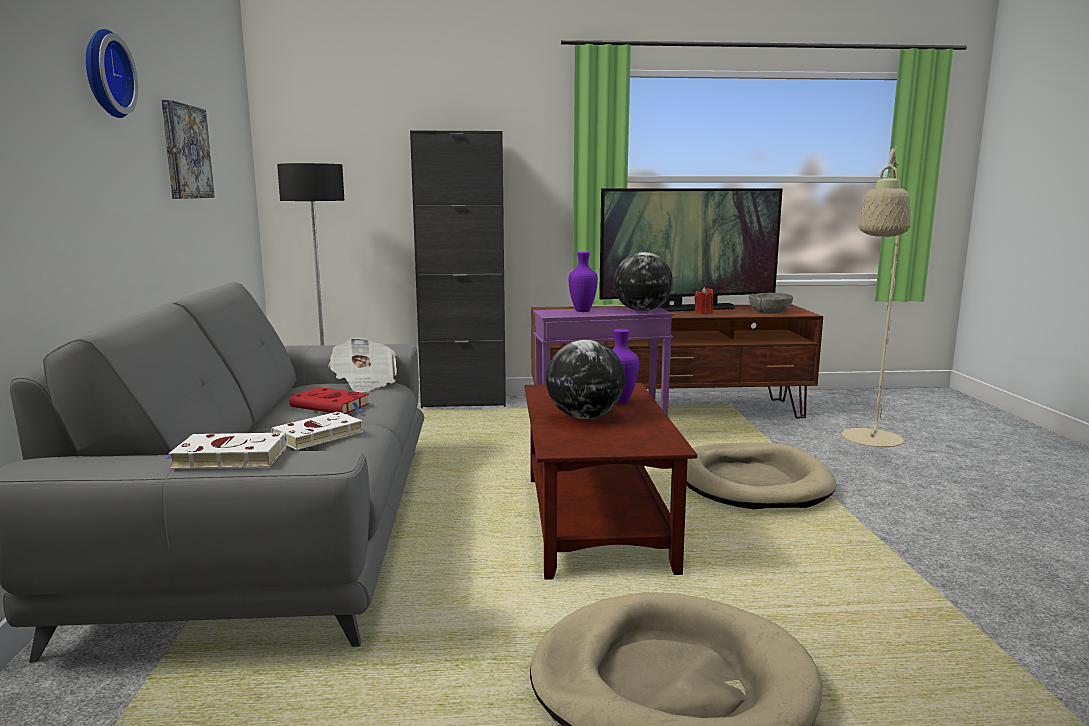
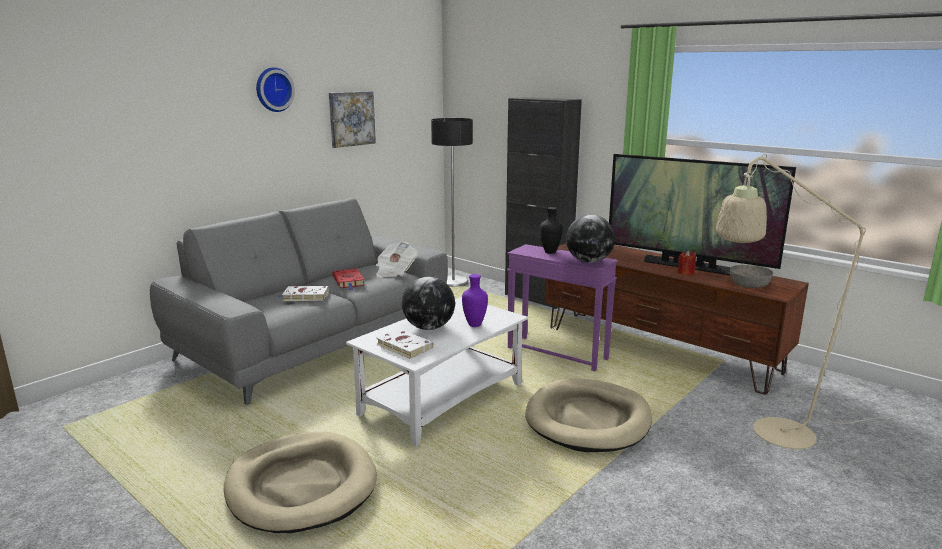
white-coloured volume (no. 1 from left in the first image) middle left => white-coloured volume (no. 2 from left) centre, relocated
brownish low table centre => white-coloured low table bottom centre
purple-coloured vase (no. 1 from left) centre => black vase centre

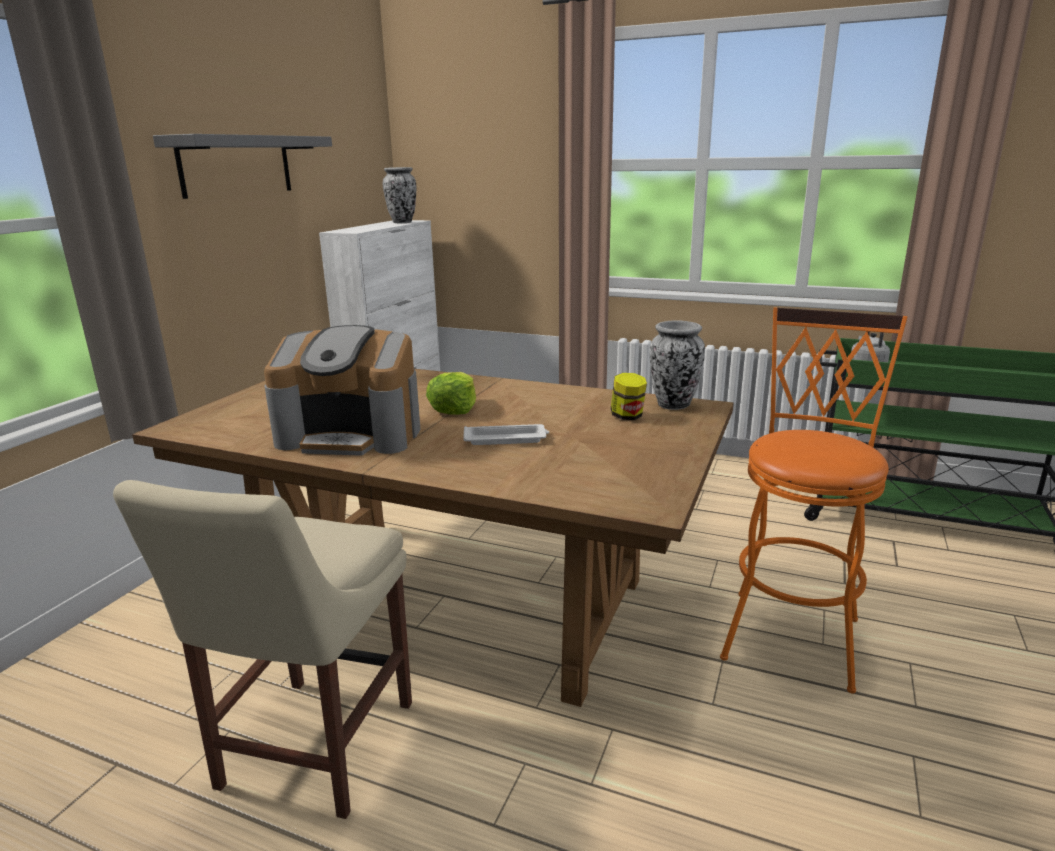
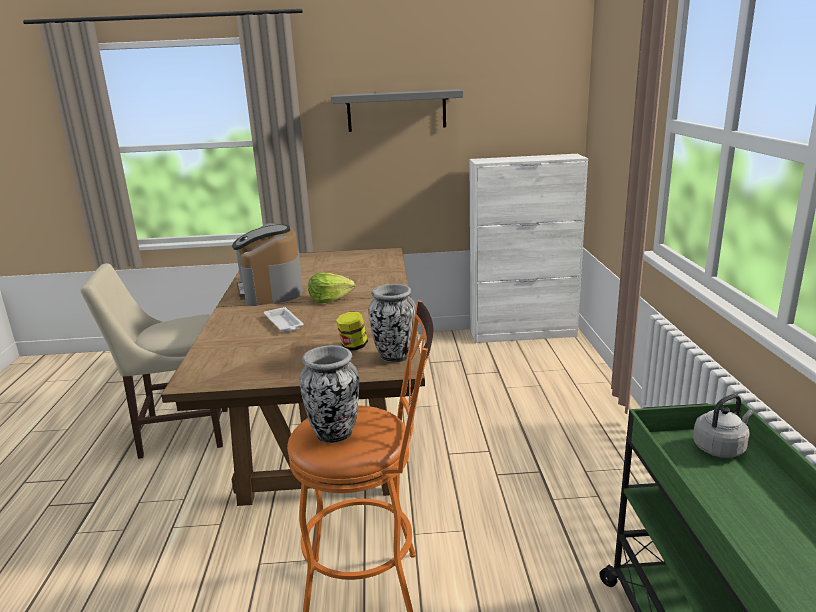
vase (no. 1 from left) top centre => vase (no. 1 from left) centre, relocated

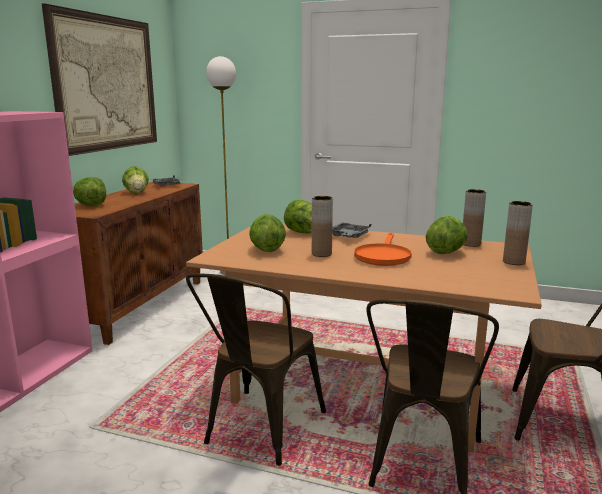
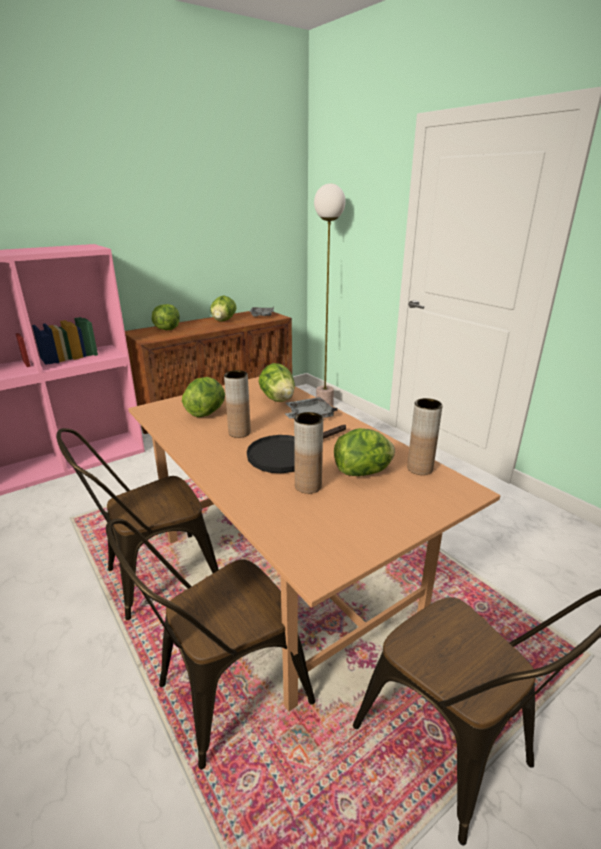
picture top left => nothing
orange skillet centre => black skillet centre
brownish vase (no. 3 from left in the first image) middle right => brownish vase (no. 2 from left) centre, relocated

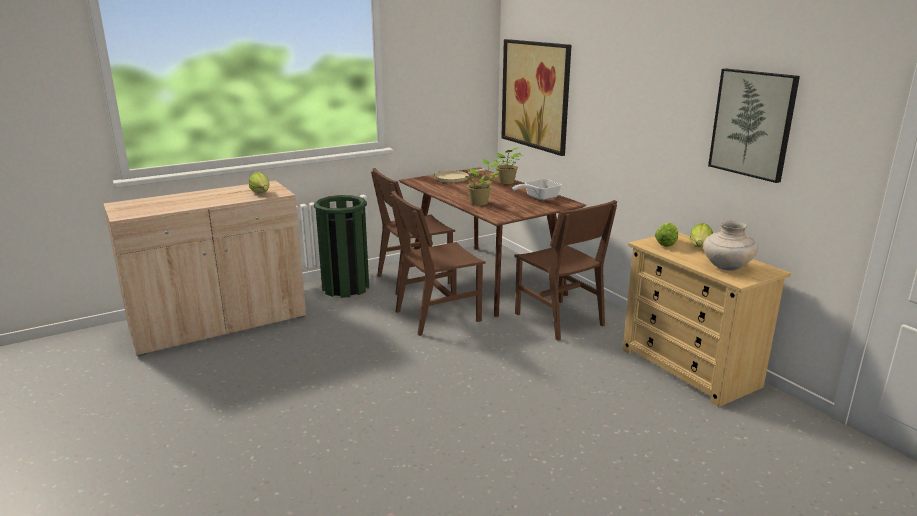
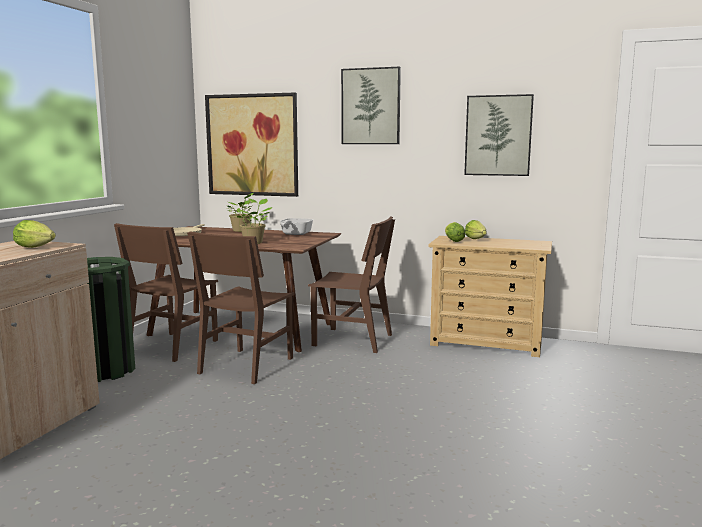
beige-coloured vase middle right => nothing
nothing => picture (no. 2 from left) top centre

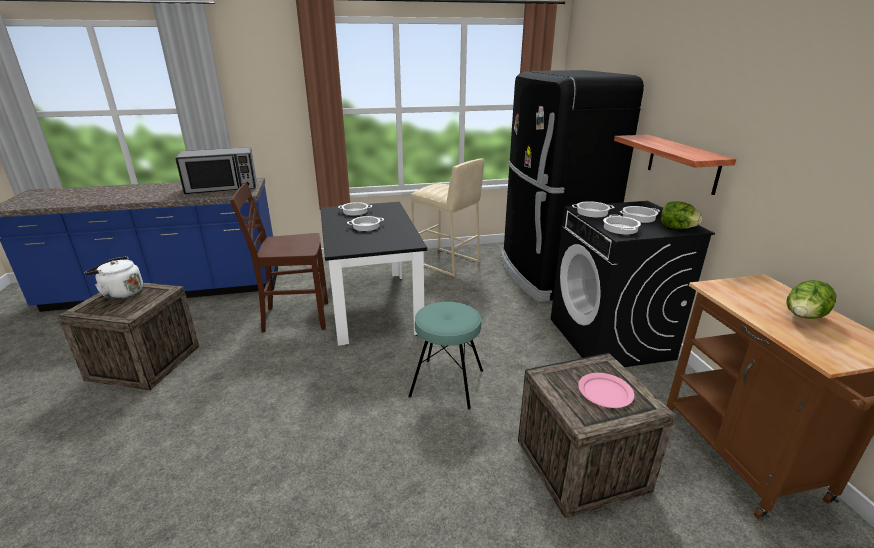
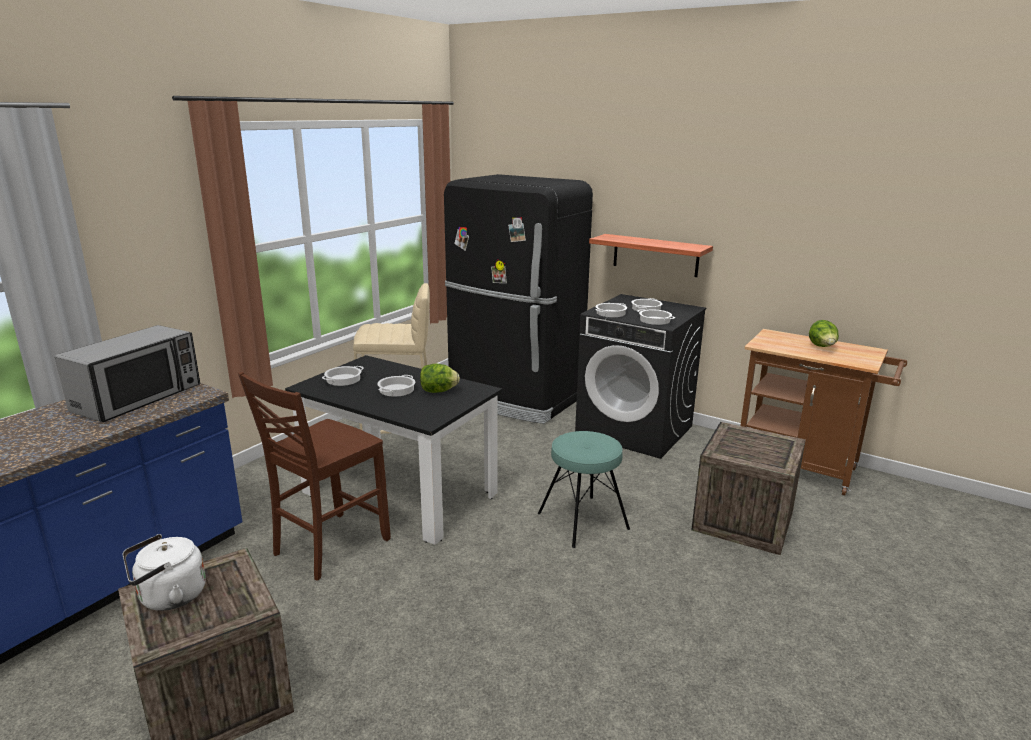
pink-coloured plate bottom right => nothing
lettuce head (no. 1 from left) middle right => lettuce head (no. 1 from left) centre, relocated

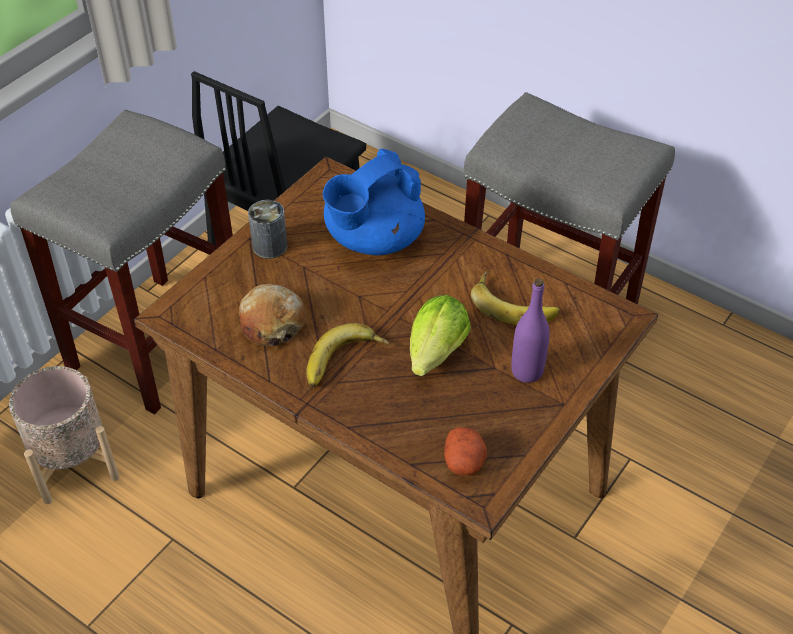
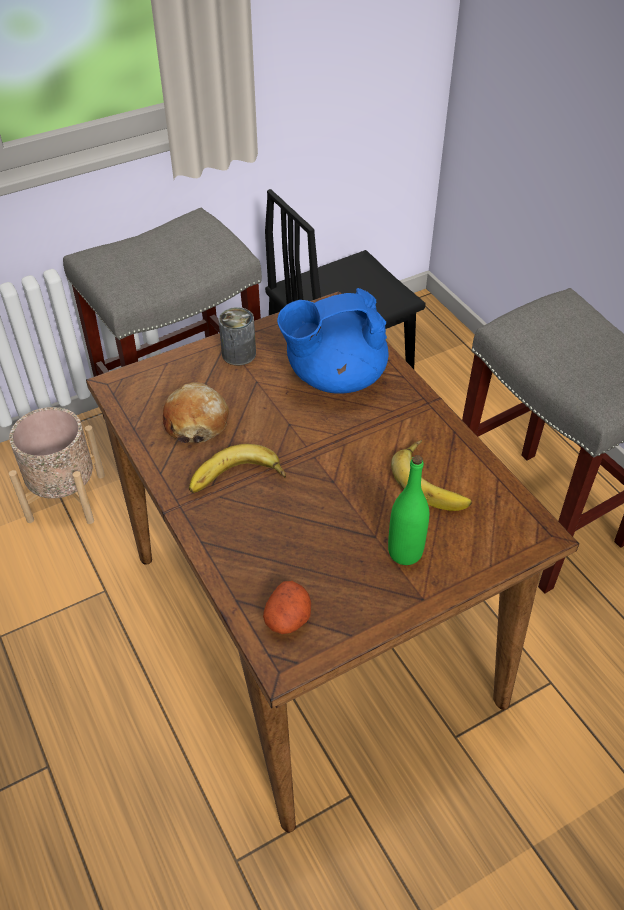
lettuce head centre => nothing
purple-coloured drink bottle middle right => green drink bottle centre

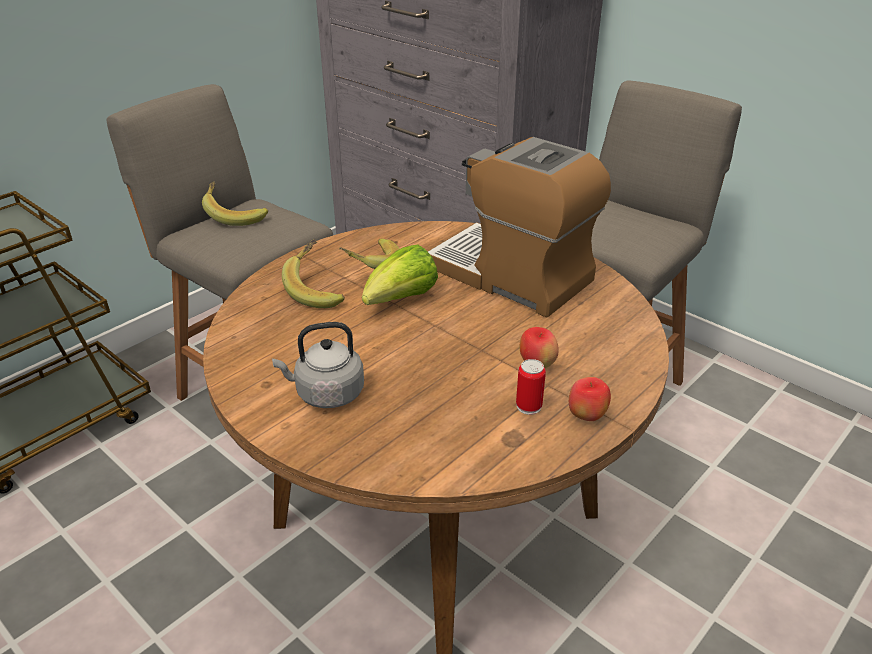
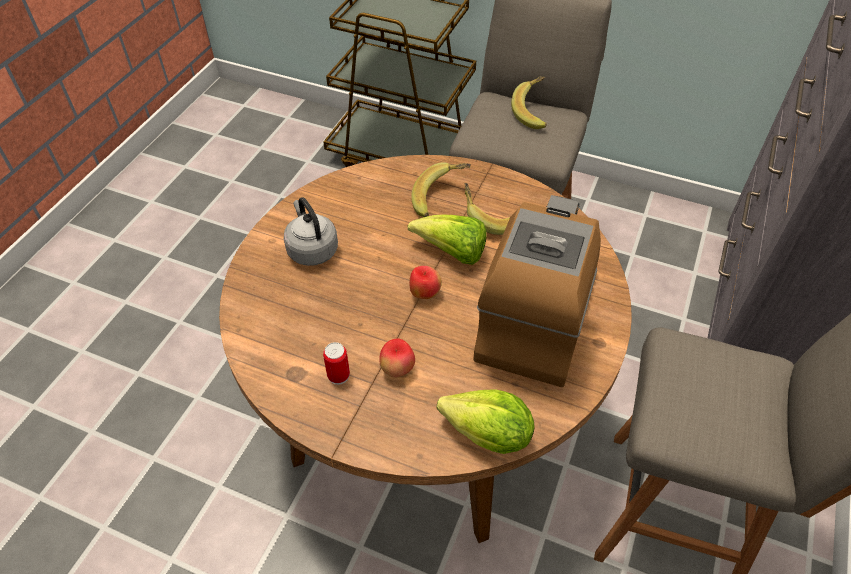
whole apple (no. 2 from left) middle right => whole apple (no. 2 from left) centre, relocated
nothing => lettuce head (no. 2 from left) bottom centre

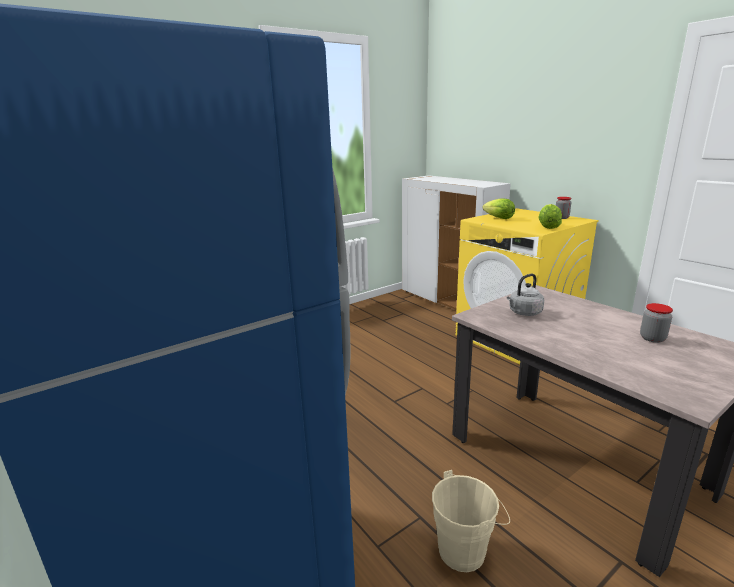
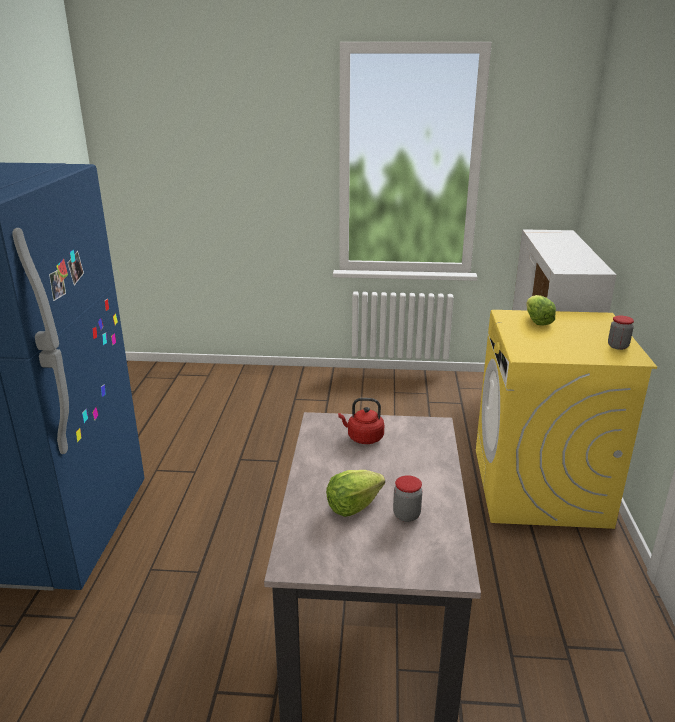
beige-coloured pail bottom centre => nothing
greyish kettle middle right => reddish kettle centre
lettuce head (no. 2 from left in the first image) middle right => lettuce head (no. 1 from left) bottom centre, relocated

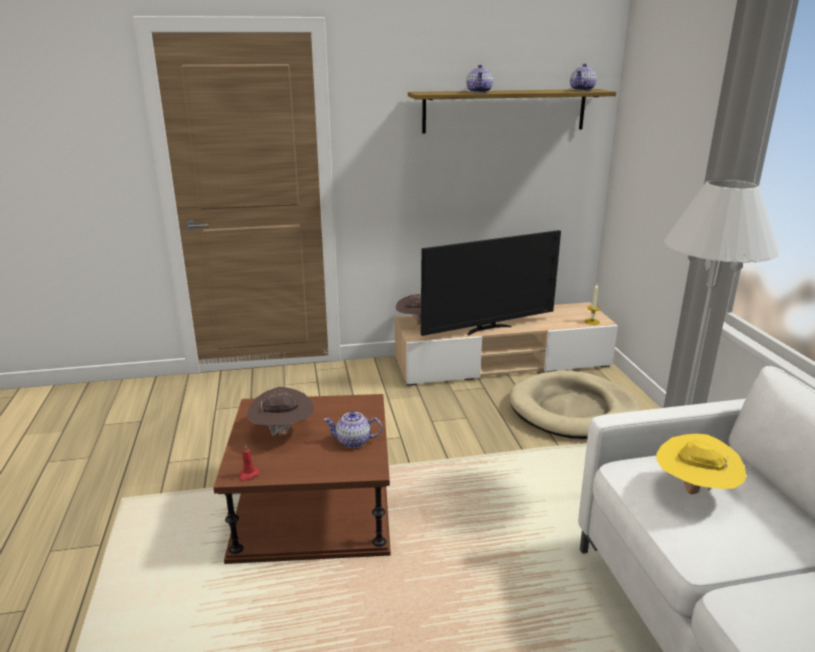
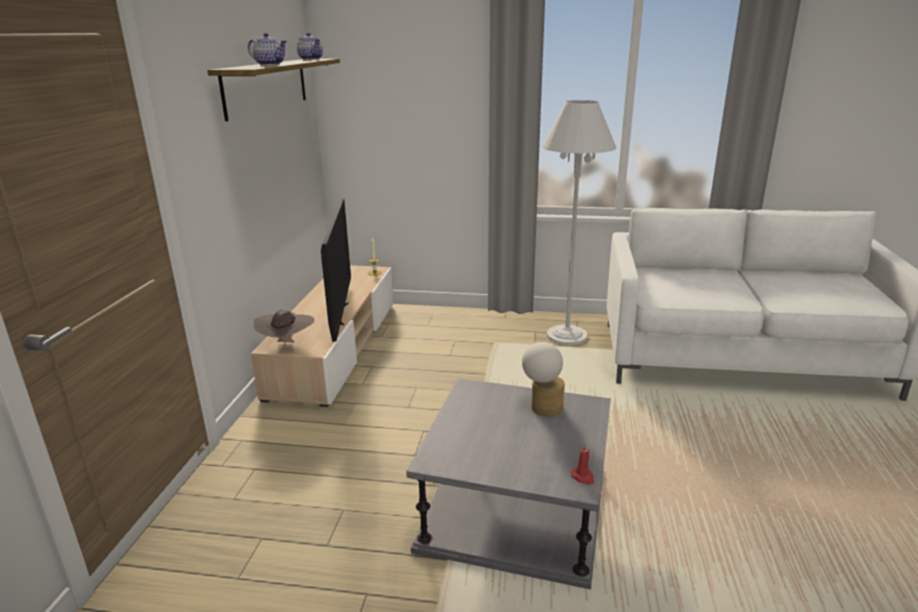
brownish side table bottom centre => greyish side table bottom centre
brownish wearable hat (no. 1 from left) centre => nothing
pot for tea (no. 1 from left) centre => table lamp centre
beige-coloured dog bed middle right => nothing
yellow wearable hat bottom right => nothing

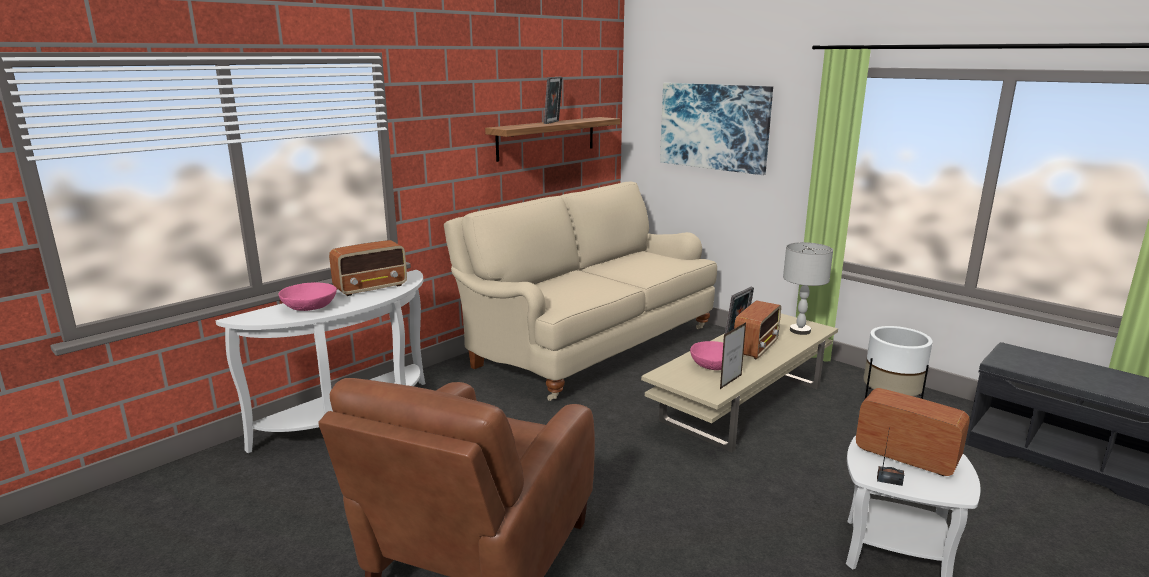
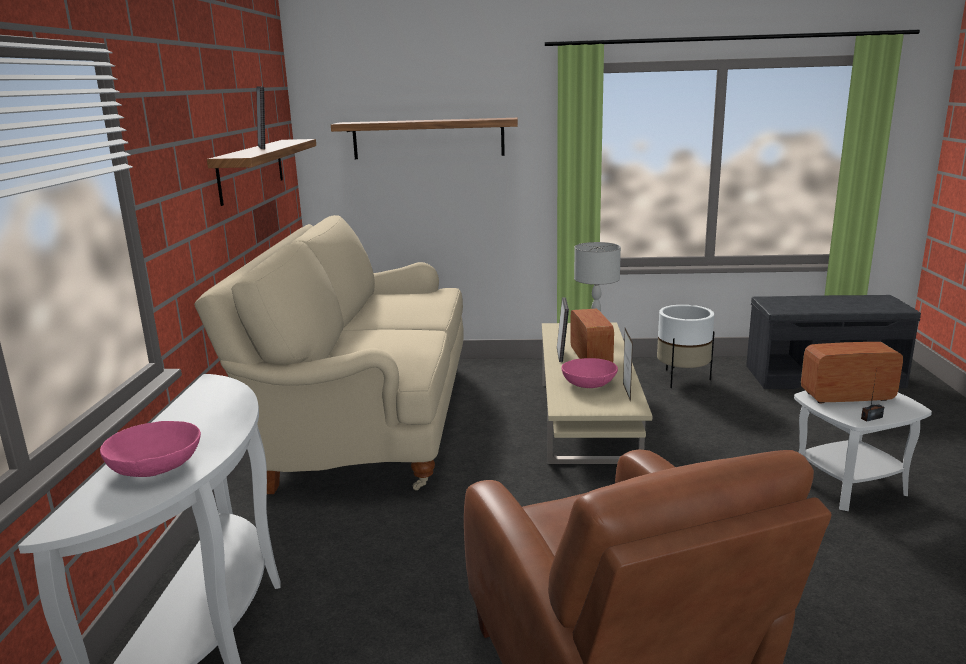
radio set (no. 1 from left) middle left => nothing
picture top centre => bracket shelf (no. 2 from left) top centre

